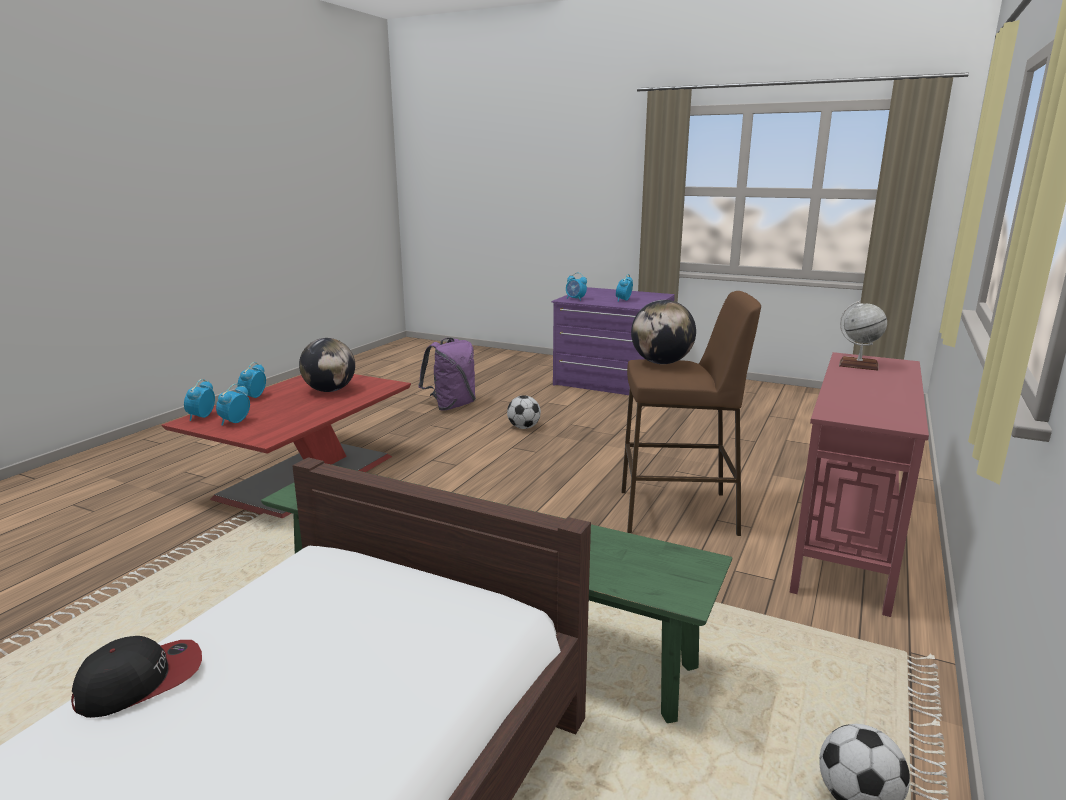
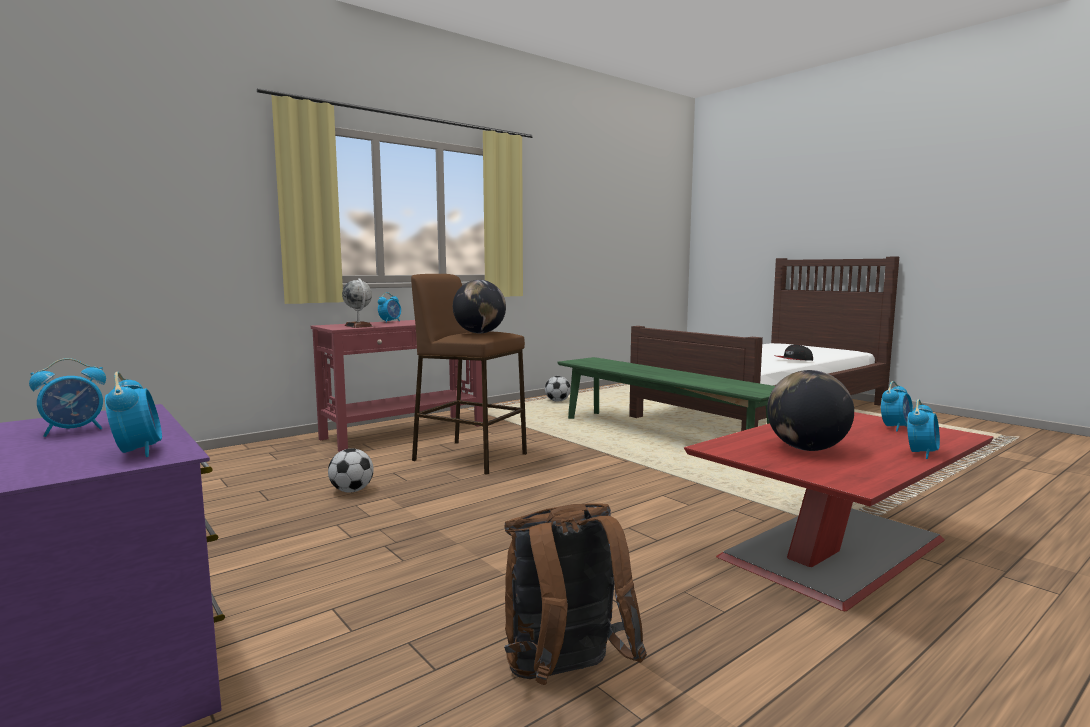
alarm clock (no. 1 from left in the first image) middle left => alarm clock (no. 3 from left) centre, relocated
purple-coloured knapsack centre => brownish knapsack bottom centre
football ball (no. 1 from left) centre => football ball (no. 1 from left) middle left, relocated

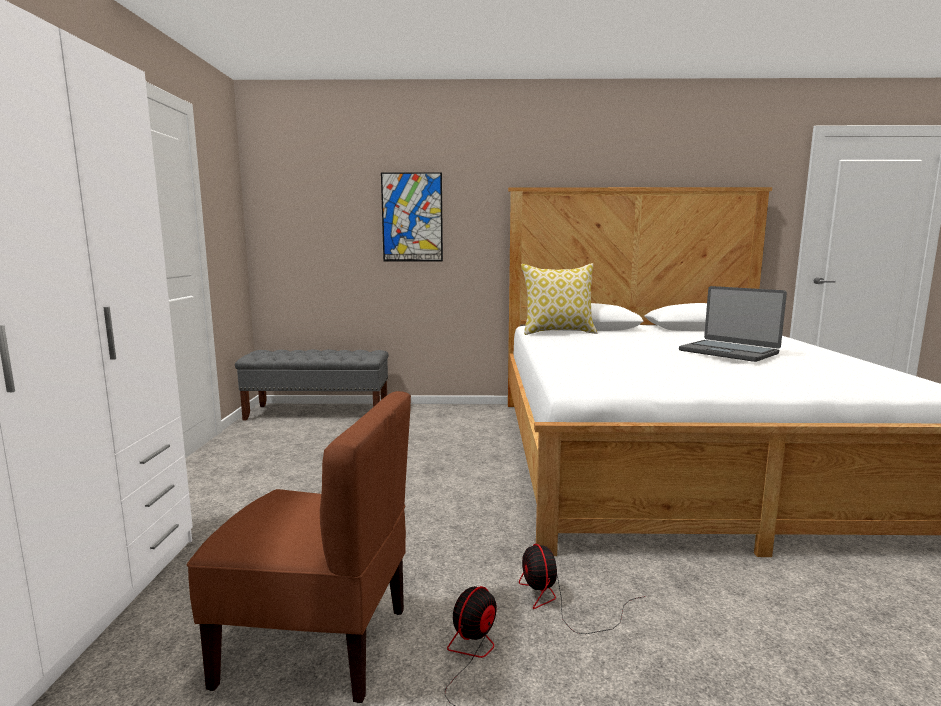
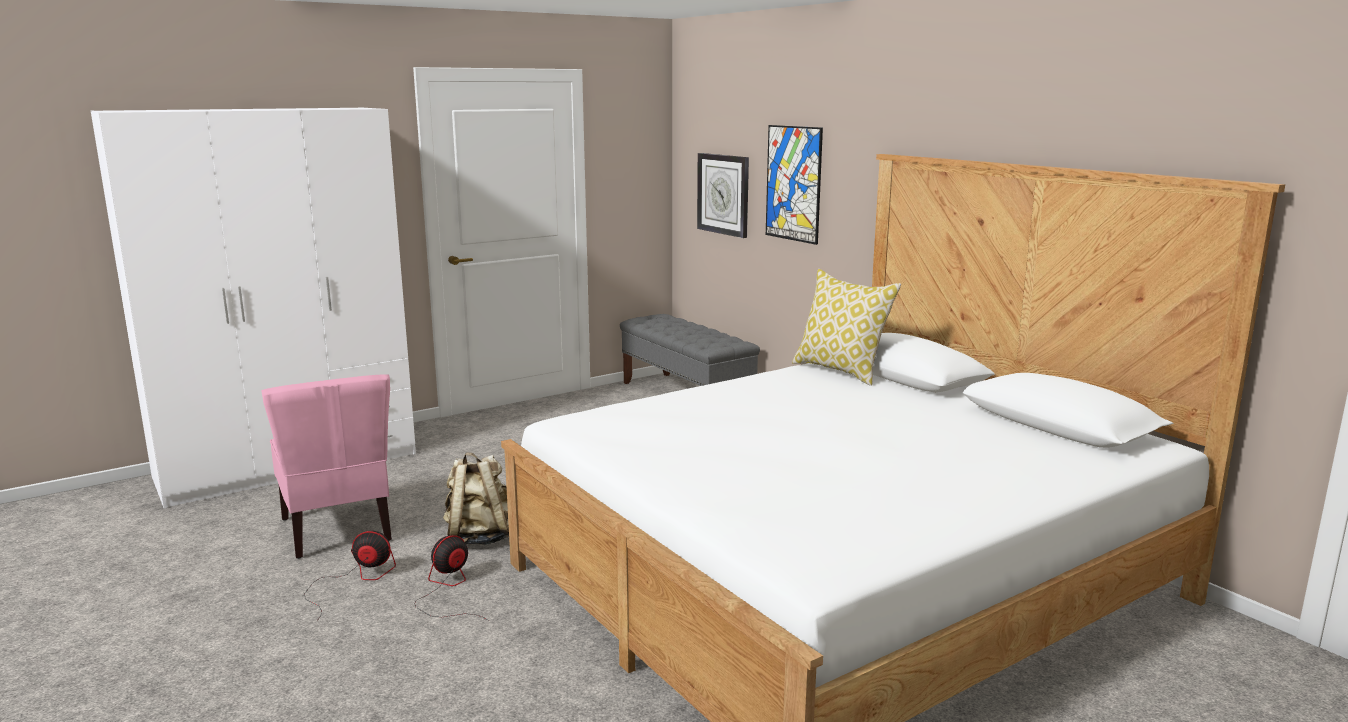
brownish upright chair bottom left => pink-coloured upright chair middle left
laptop middle right => nothing
nothing => beige-coloured knapsack bottom centre
nothing => hanging clock top centre

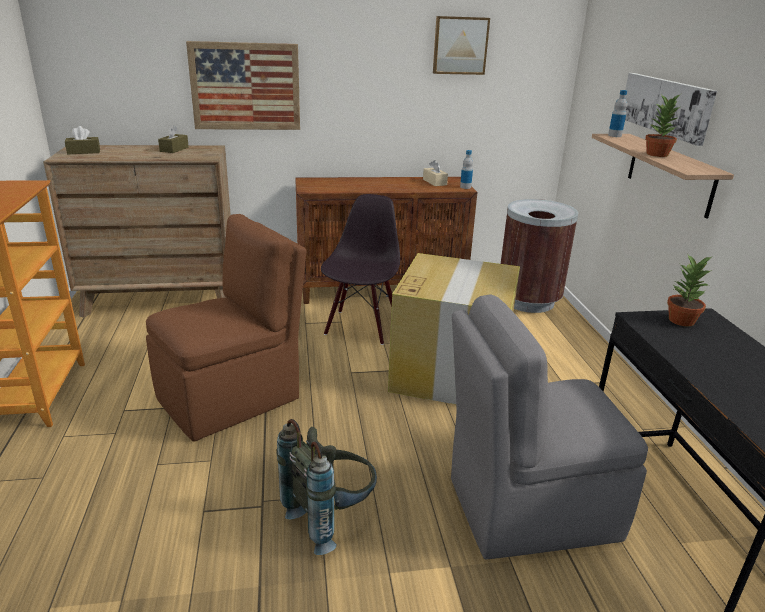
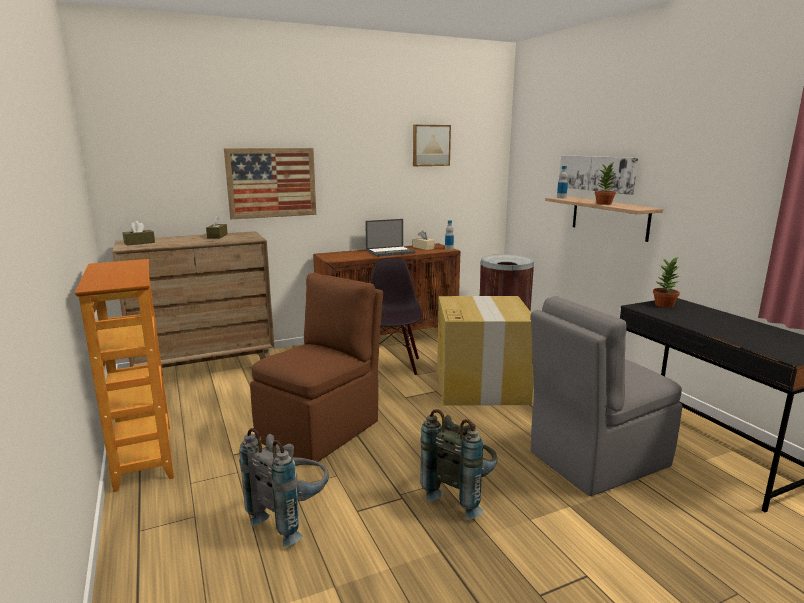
nothing => greyish knapsack (no. 1 from left) bottom centre
nothing => laptop centre

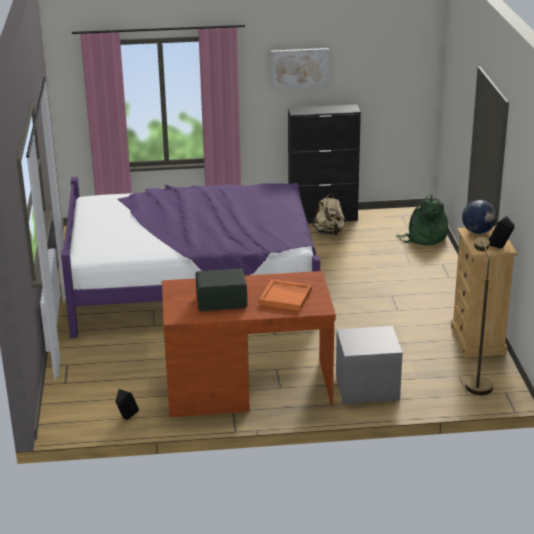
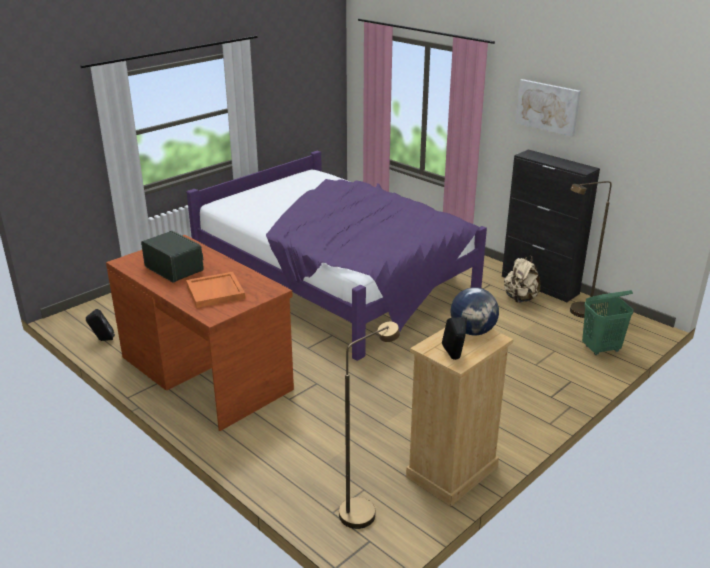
greyish bedside table bottom right => nothing
green knapsack middle right => green washing basket middle right
nothing => brownish standard lamp (no. 2 from left) middle right

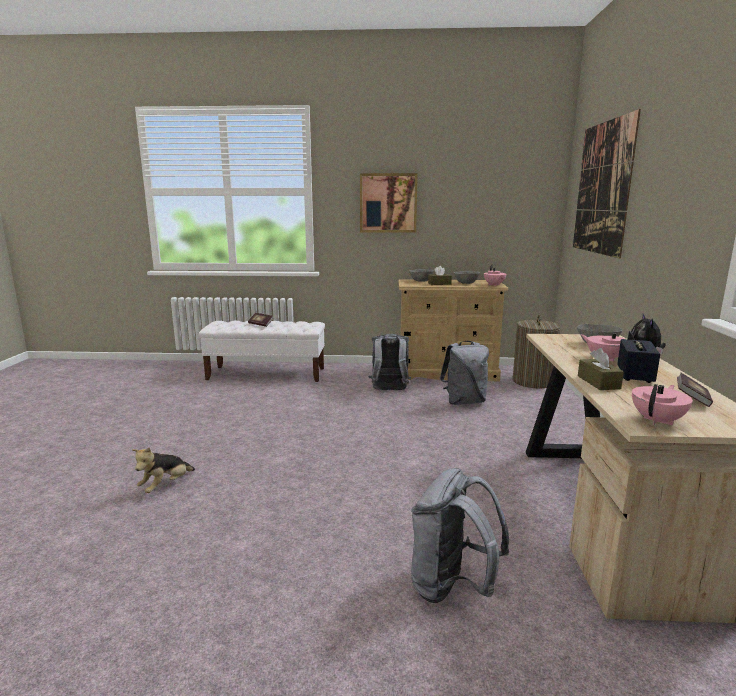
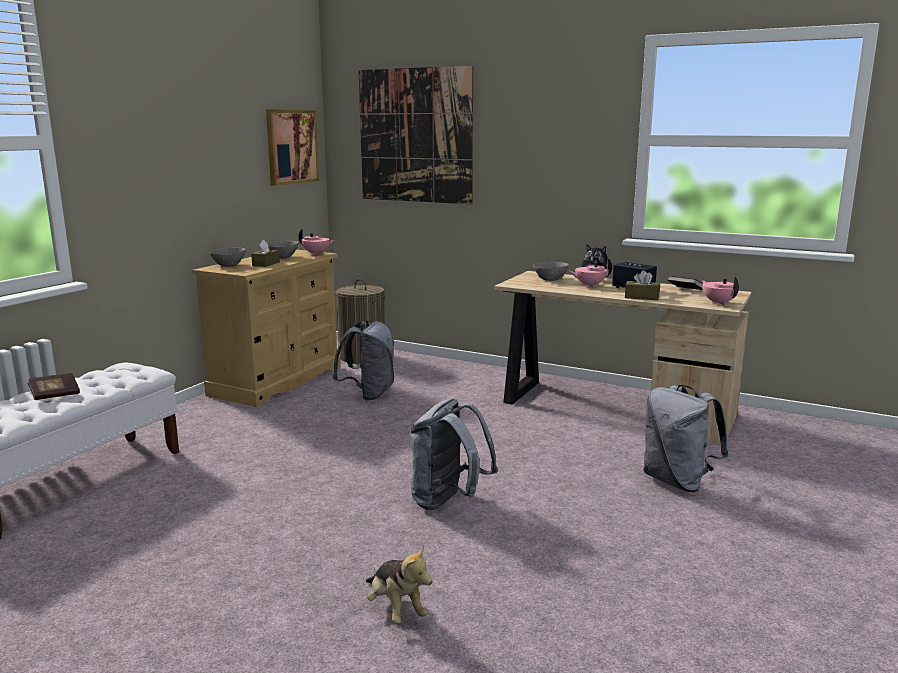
picture (no. 1 from left) top centre => picture (no. 1 from left) top left, relocated
greyish knapsack (no. 1 from left in the first image) centre => greyish knapsack (no. 2 from left) bottom centre, relocated

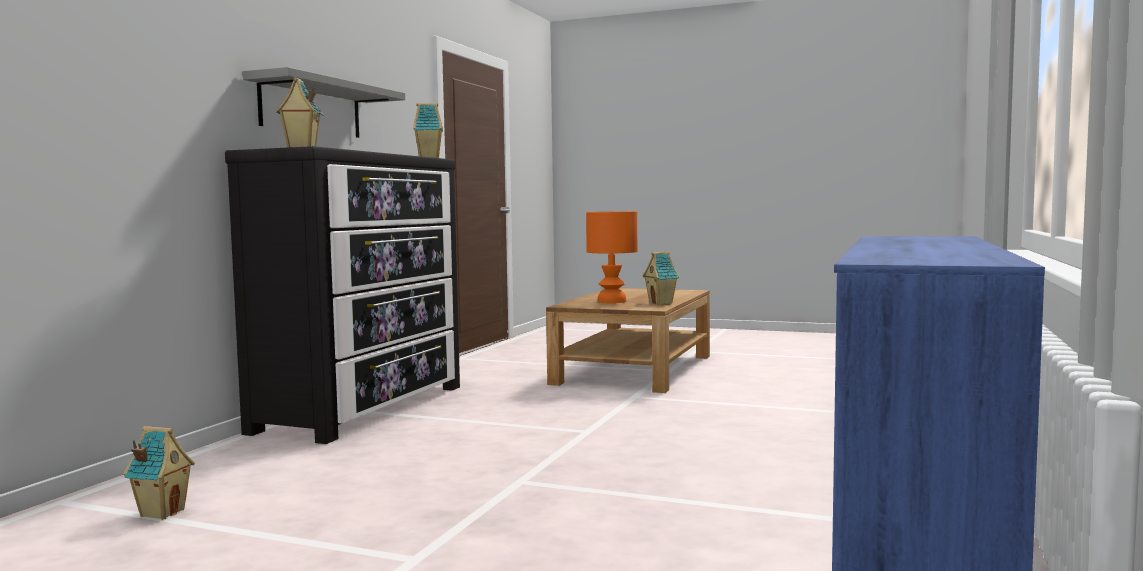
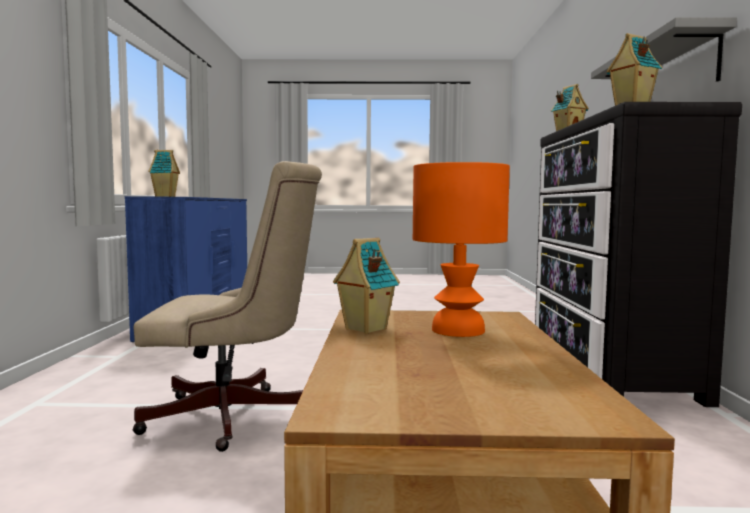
toy house (no. 1 from left) bottom left => toy house (no. 1 from left) middle left, relocated
nothing => beige-coloured desk chair middle left

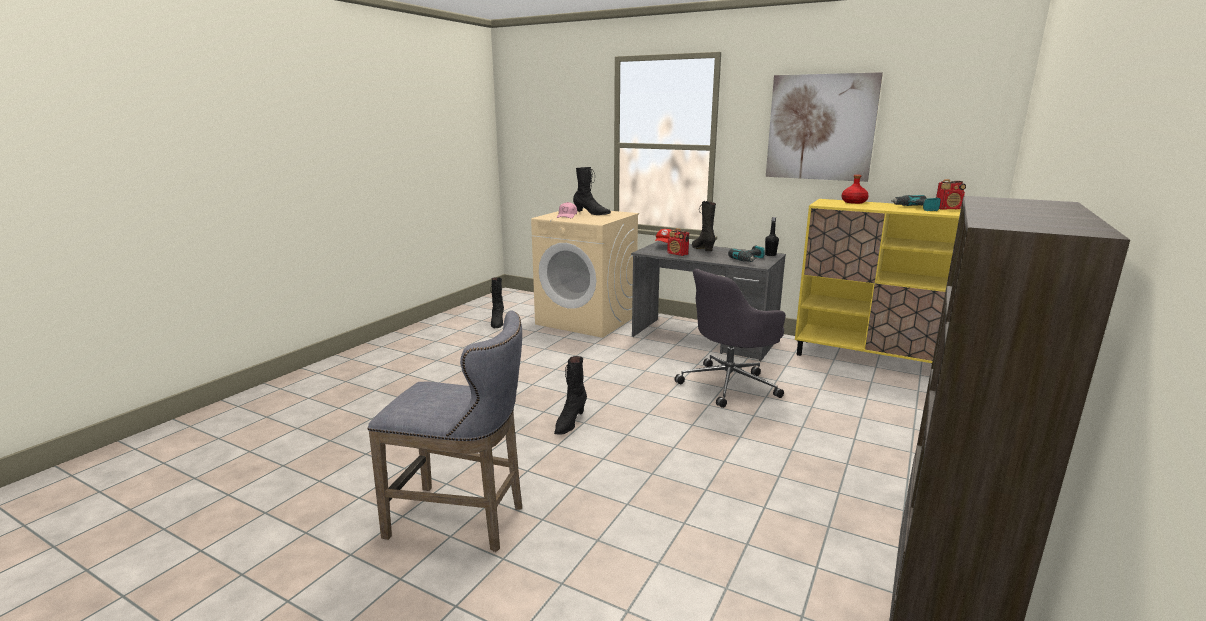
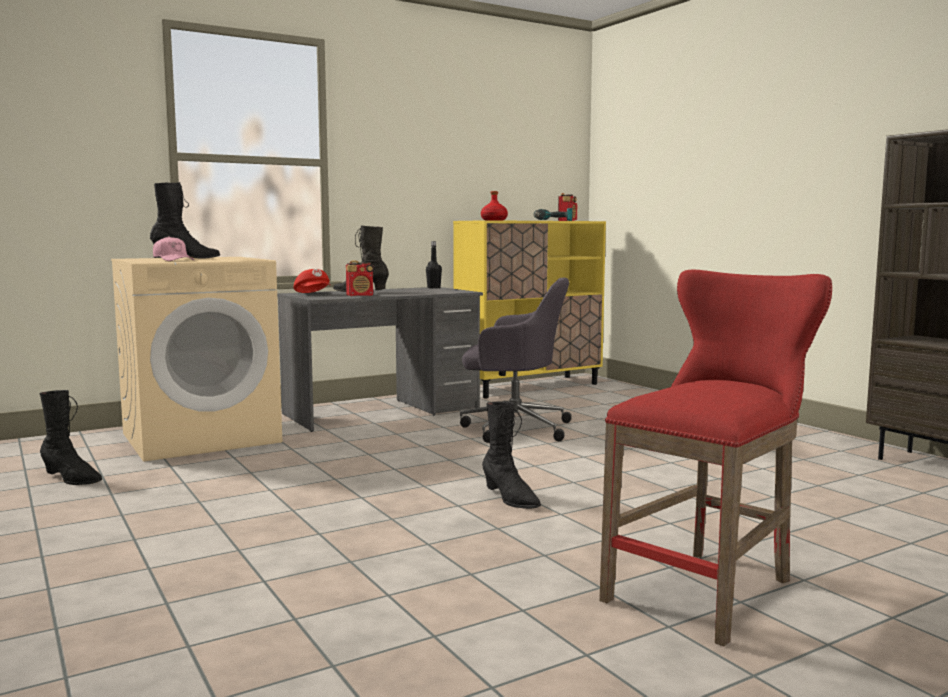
greyish sitting stool bottom centre => reddish sitting stool middle right
greyish desk chair centre, 75 degrees counterclockwise
power drill (no. 1 from left) centre => nothing
picture top right => nothing

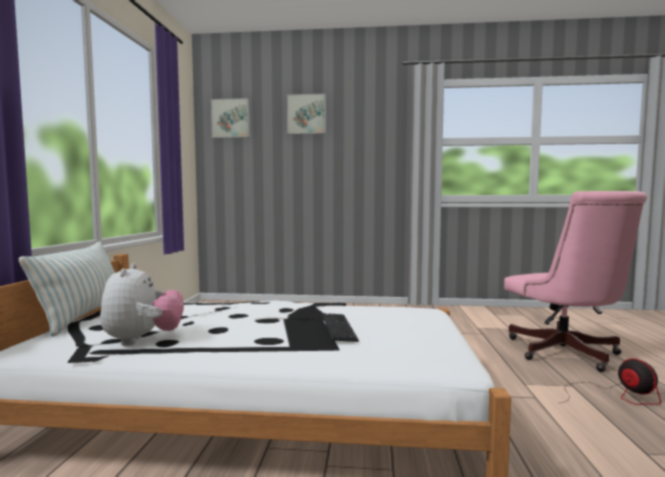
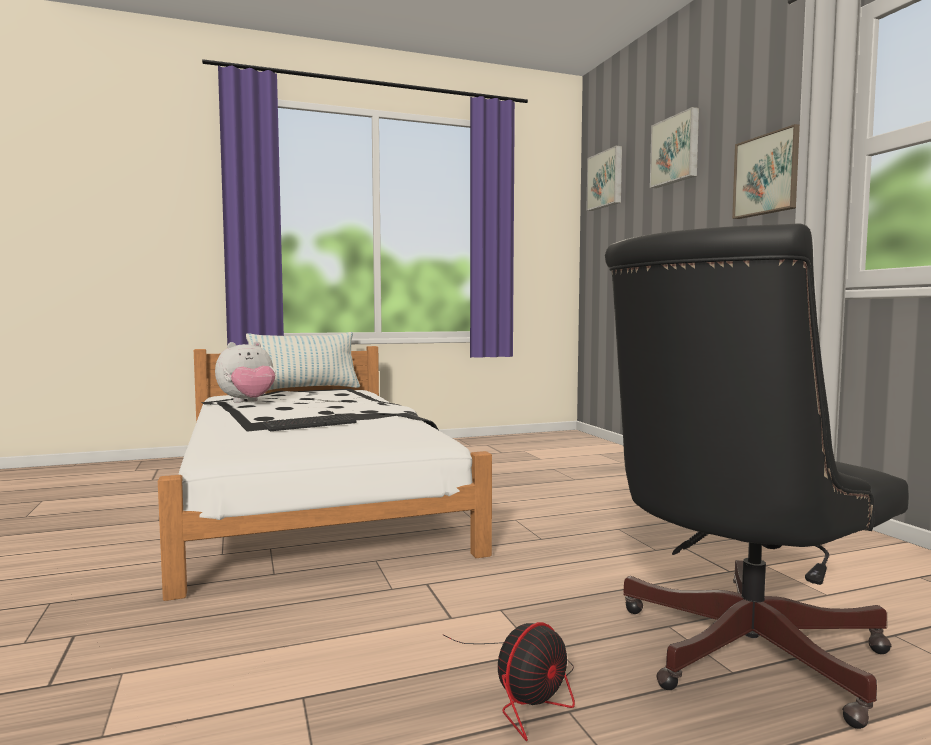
pink-coloured desk chair middle right => black desk chair middle right
nothing => picture (no. 3 from left) top right

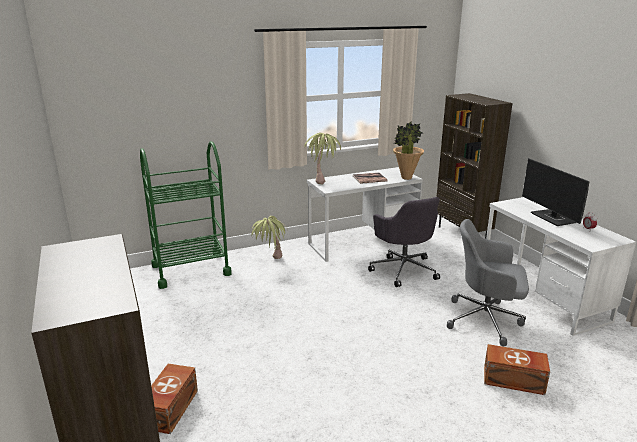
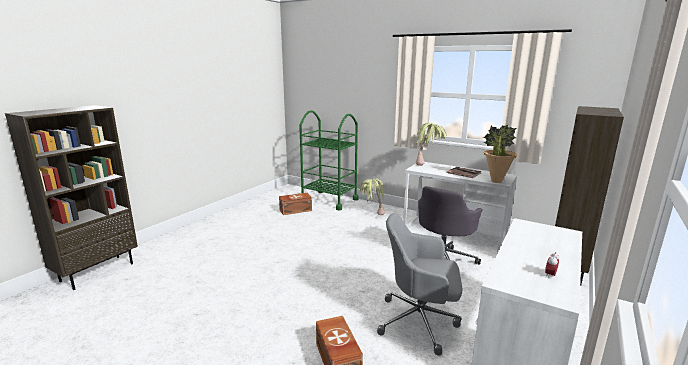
brownish storage box (no. 1 from left) bottom left => brownish storage box (no. 1 from left) centre, relocated
greyish desk chair (no. 2 from left in the first image) middle right => greyish desk chair (no. 1 from left) bottom centre, 60 degrees counterclockwise
monitor middle right => nothing

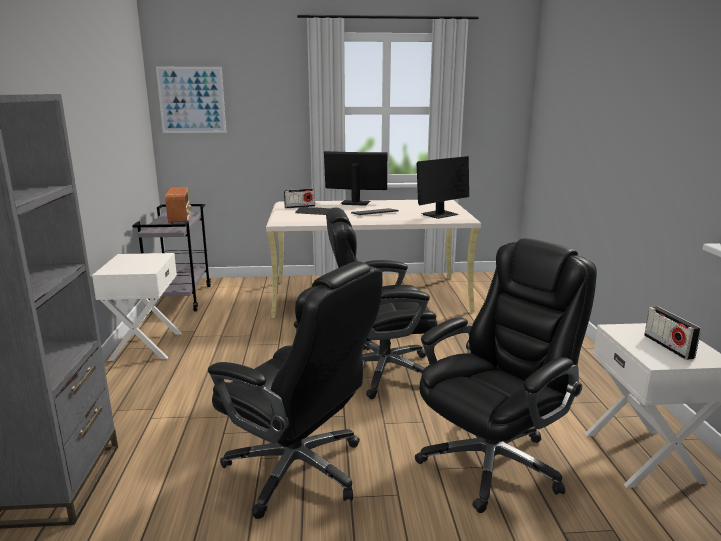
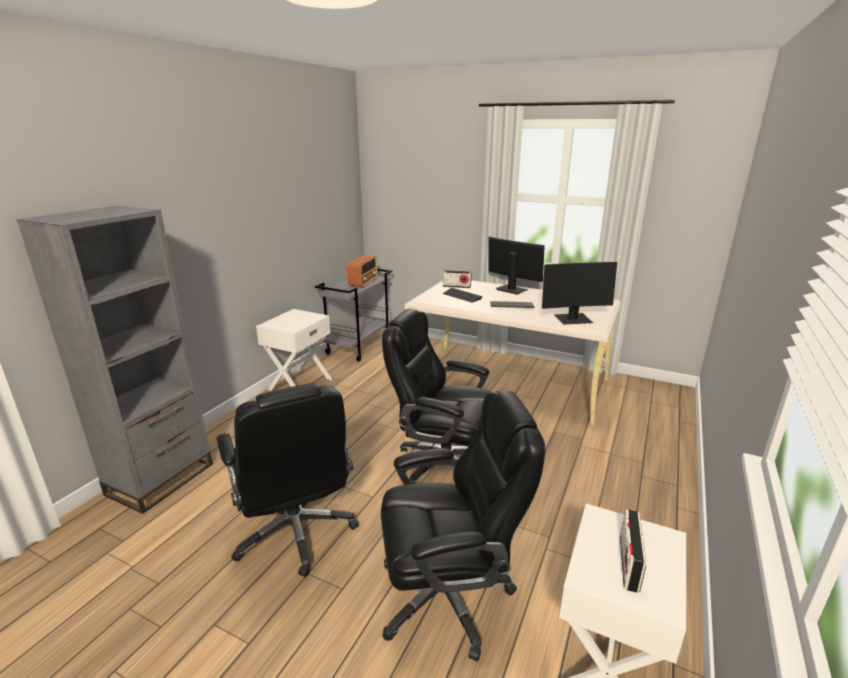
picture top left => nothing

